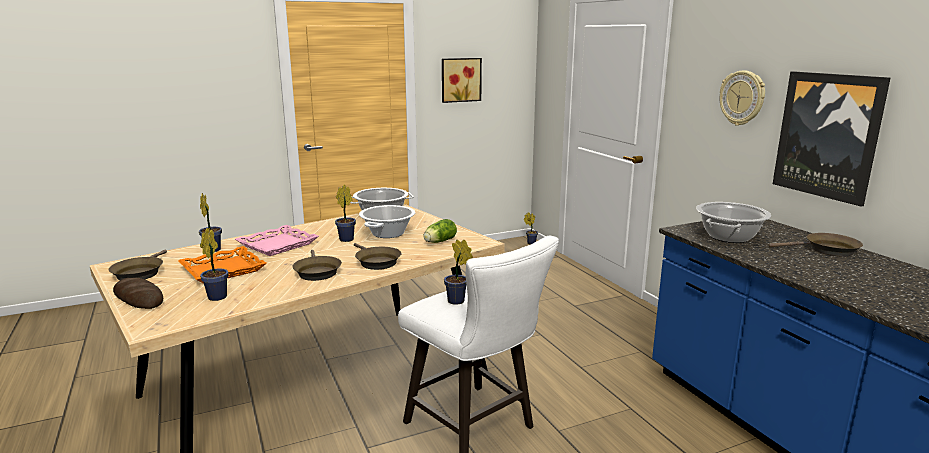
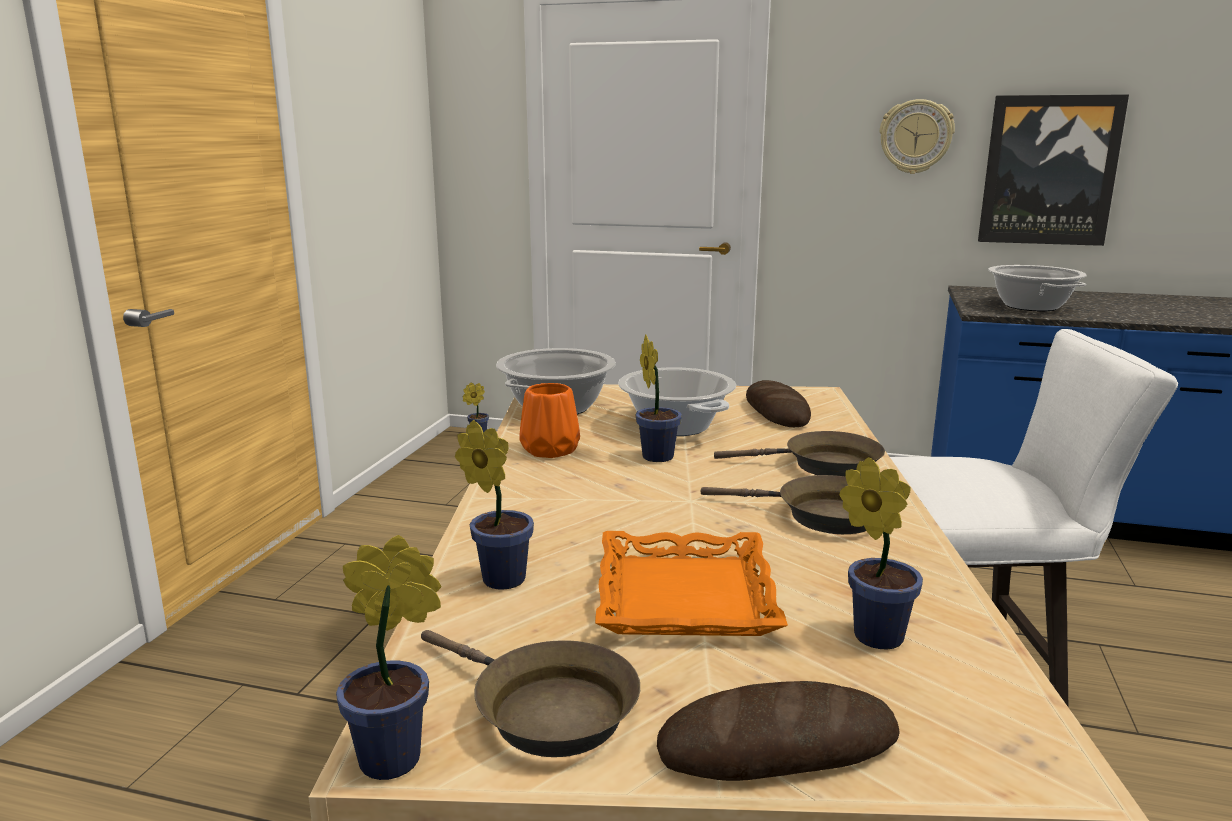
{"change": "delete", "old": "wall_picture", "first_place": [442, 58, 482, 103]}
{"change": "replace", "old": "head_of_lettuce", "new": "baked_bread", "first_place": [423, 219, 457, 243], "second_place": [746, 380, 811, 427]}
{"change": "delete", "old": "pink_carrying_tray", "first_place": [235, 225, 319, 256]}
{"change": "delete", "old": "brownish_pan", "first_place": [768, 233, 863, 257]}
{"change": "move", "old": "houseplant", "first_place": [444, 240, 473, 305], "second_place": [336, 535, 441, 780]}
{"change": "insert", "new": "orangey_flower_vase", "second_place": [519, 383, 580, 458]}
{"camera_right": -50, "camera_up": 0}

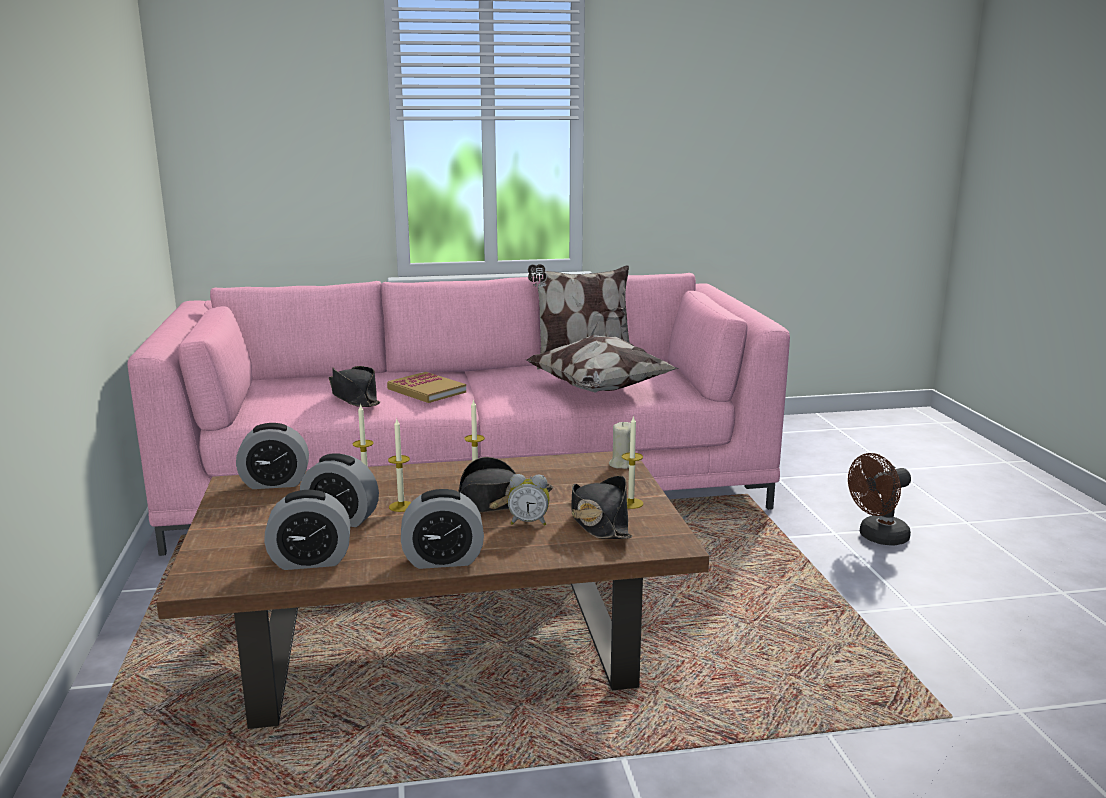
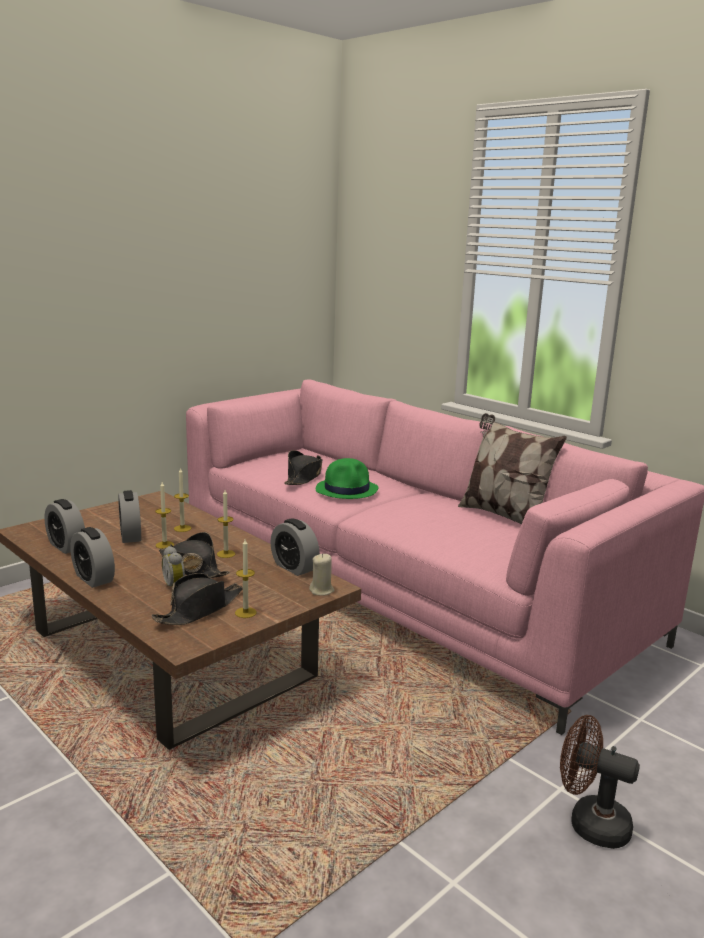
{"change": "delete", "old": "cushion", "first_place": [527, 335, 679, 393]}
{"change": "replace", "old": "book", "new": "green_clothing_hat", "first_place": [387, 372, 466, 403], "second_place": [316, 458, 378, 499]}
{"change": "move", "old": "table_clock", "first_place": [236, 423, 309, 489], "second_place": [270, 518, 320, 576]}
{"camera_right": 55, "camera_up": 0}

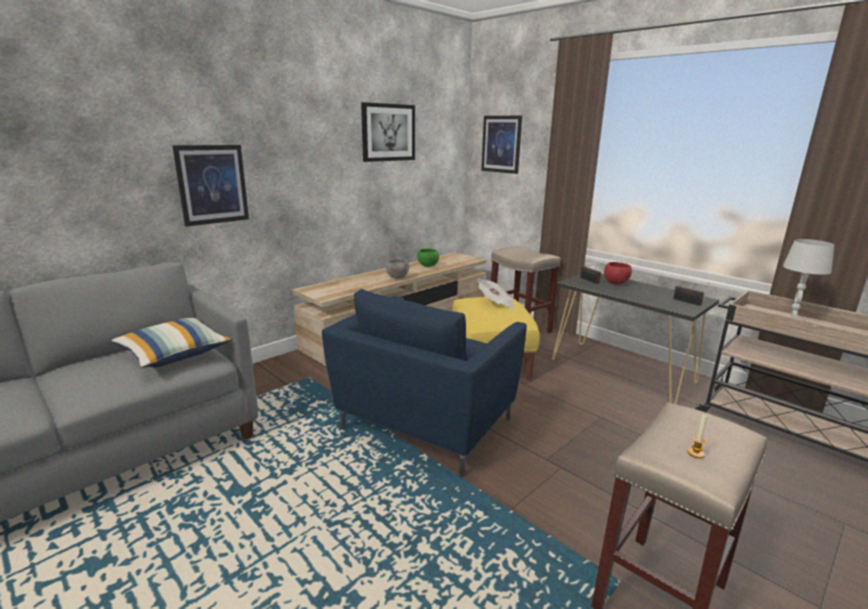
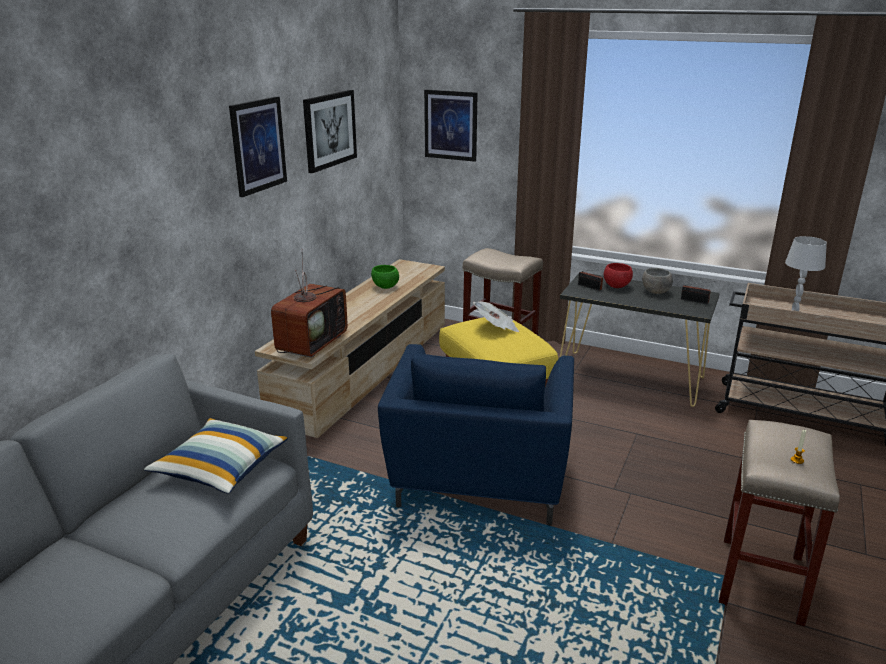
{"change": "move", "old": "wall_picture", "first_place": [172, 145, 249, 227], "second_place": [229, 96, 287, 197]}
{"change": "move", "old": "greyish_bowl", "first_place": [386, 259, 409, 279], "second_place": [642, 268, 673, 294]}
{"change": "insert", "new": "TV_set", "second_place": [271, 248, 348, 358]}
{"camera_right": -20, "camera_up": 5}

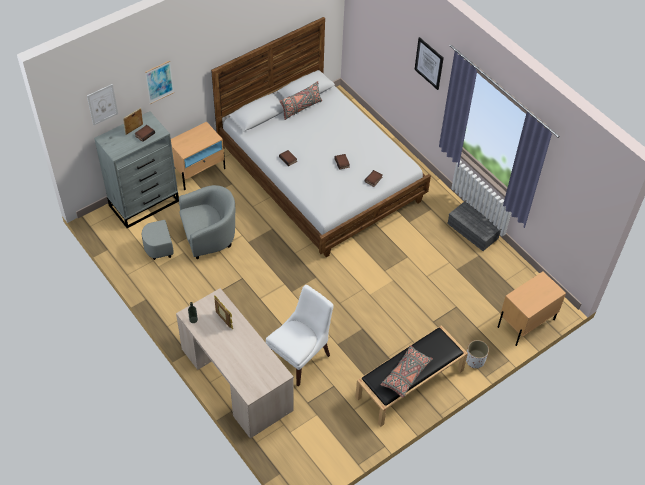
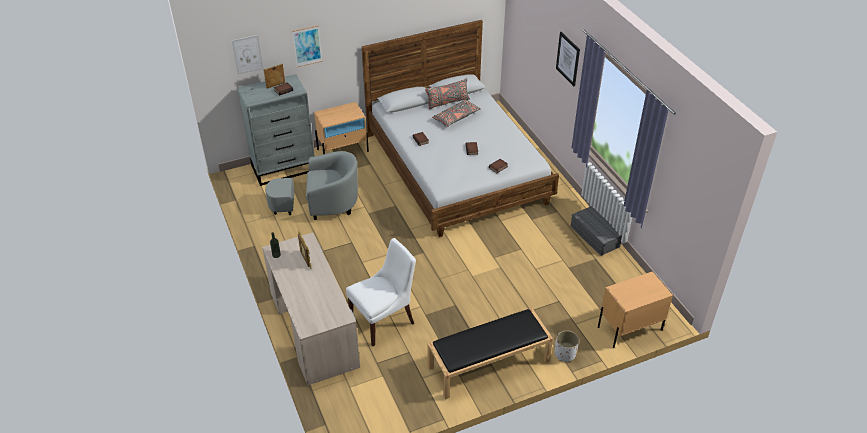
{"change": "move", "old": "greyish_cushion", "first_place": [381, 345, 433, 398], "second_place": [432, 99, 481, 127]}
{"camera_right": 15, "camera_up": -10}

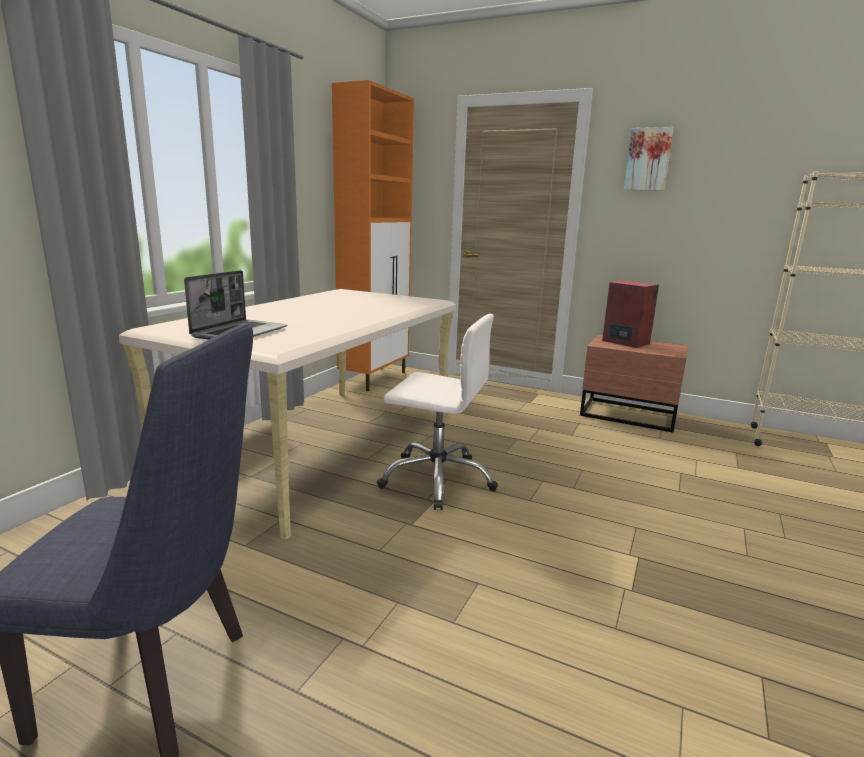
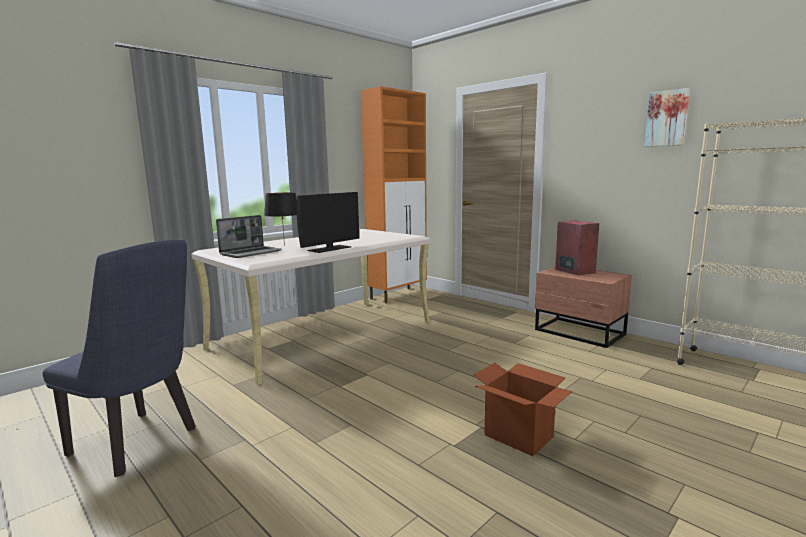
{"change": "move", "old": "wall_picture", "first_place": [624, 127, 674, 191], "second_place": [645, 88, 690, 147]}
{"change": "delete", "old": "white_computer_chair", "first_place": [377, 314, 498, 510]}
{"change": "insert", "new": "computer_screen", "second_place": [297, 192, 359, 253]}
{"change": "insert", "new": "black-coloured_lamp_for_a_table", "second_place": [264, 193, 297, 246]}
{"change": "insert", "new": "cardboard_box", "second_place": [474, 363, 573, 456]}
{"camera_right": 20, "camera_up": -5}

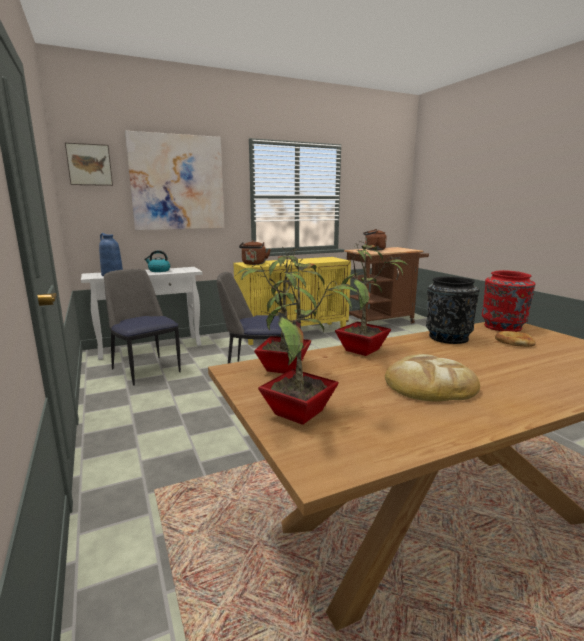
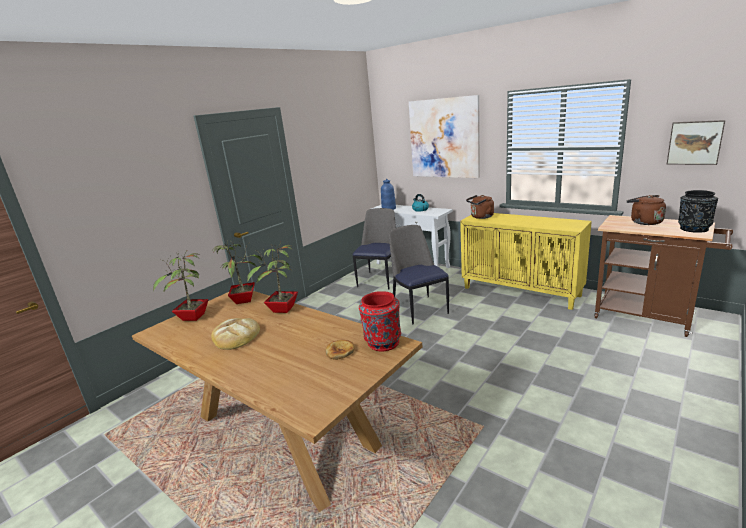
{"change": "move", "old": "wall_picture", "first_place": [65, 143, 113, 186], "second_place": [667, 120, 725, 165]}
{"change": "move", "old": "black-coloured_flower_vase", "first_place": [426, 276, 480, 344], "second_place": [678, 190, 718, 233]}
{"camera_right": 65, "camera_up": 5}

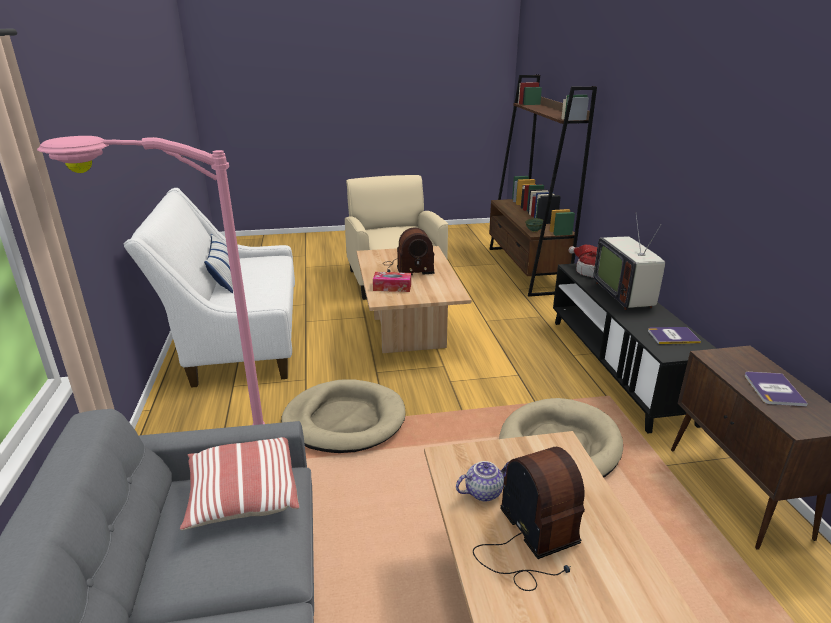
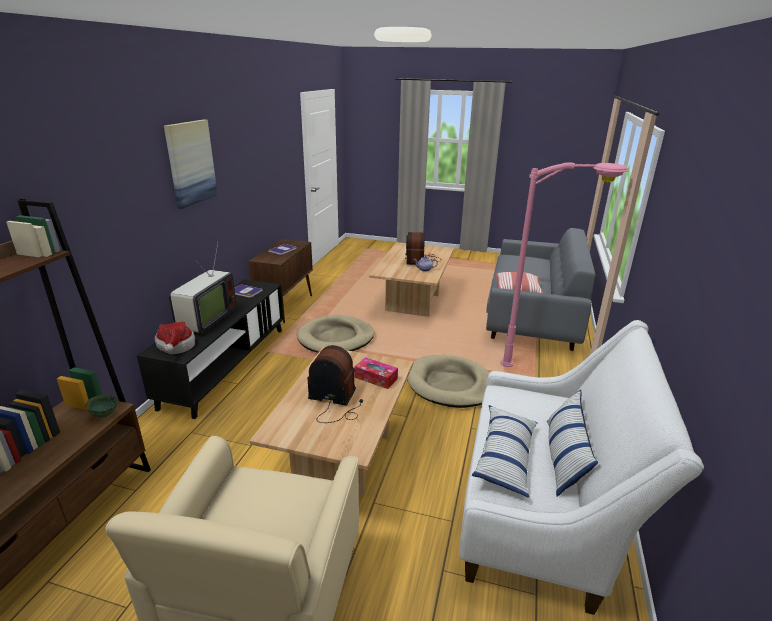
{"change": "insert", "new": "wall_picture", "second_place": [164, 120, 218, 209]}
{"change": "insert", "new": "cushion", "second_place": [472, 405, 537, 498]}
{"camera_right": -155, "camera_up": 0}

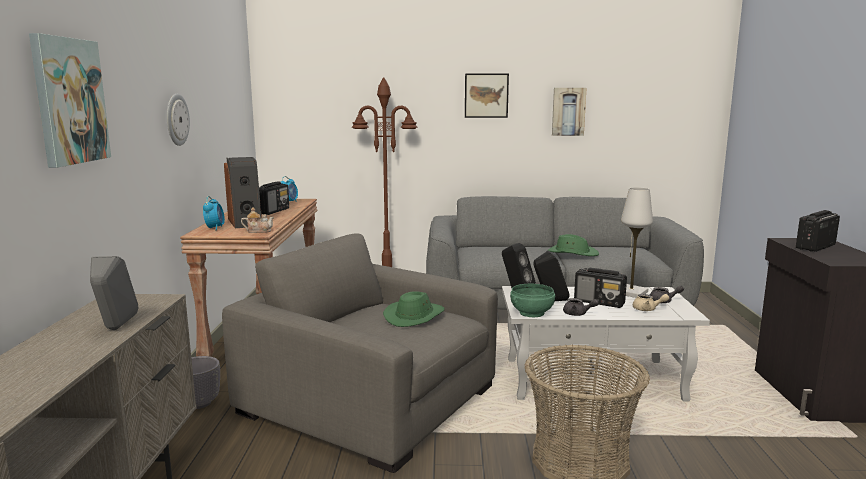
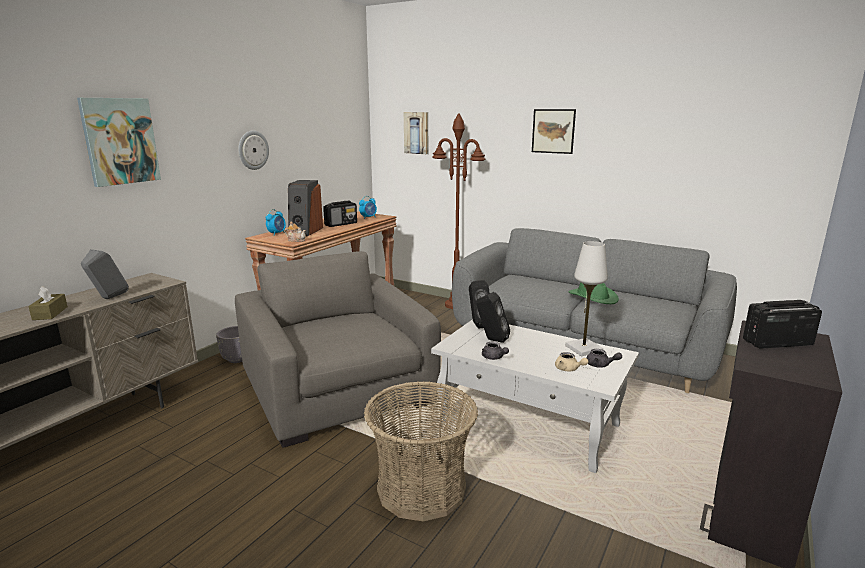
{"change": "move", "old": "wall_picture", "first_place": [552, 88, 586, 136], "second_place": [404, 112, 428, 154]}
{"change": "delete", "old": "radio", "first_place": [574, 268, 627, 308]}
{"change": "delete", "old": "green_bowl", "first_place": [510, 284, 555, 317]}
{"change": "delete", "old": "green_clothing_hat", "first_place": [383, 291, 445, 327]}
{"change": "insert", "new": "brownish_tissue_holder", "second_place": [28, 286, 68, 320]}
{"camera_right": 30, "camera_up": 5}

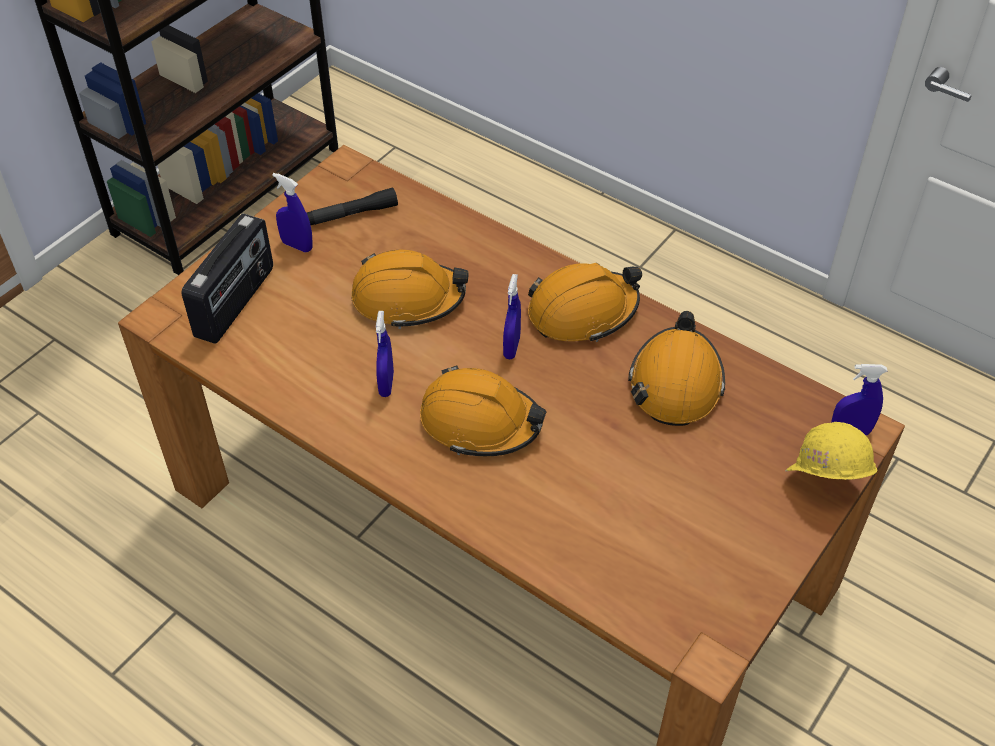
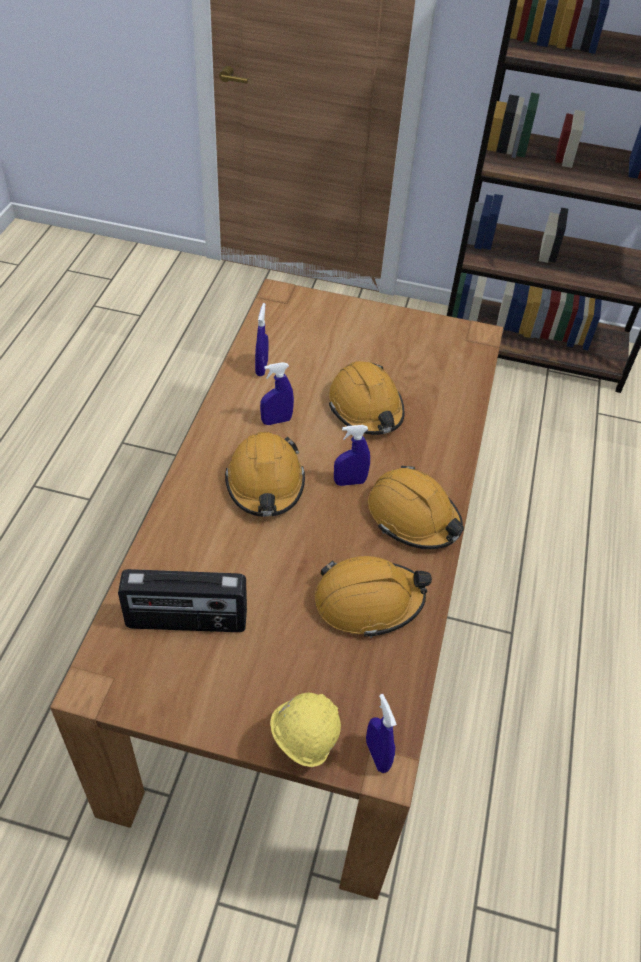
{"change": "move", "old": "blue_spray_bottle", "first_place": [272, 173, 313, 252], "second_place": [255, 303, 268, 376]}
{"change": "delete", "old": "black-coloured_flashlight", "first_place": [307, 187, 398, 225]}
{"change": "move", "old": "radio", "first_place": [181, 214, 273, 343], "second_place": [118, 569, 247, 632]}
{"camera_right": 65, "camera_up": 0}

